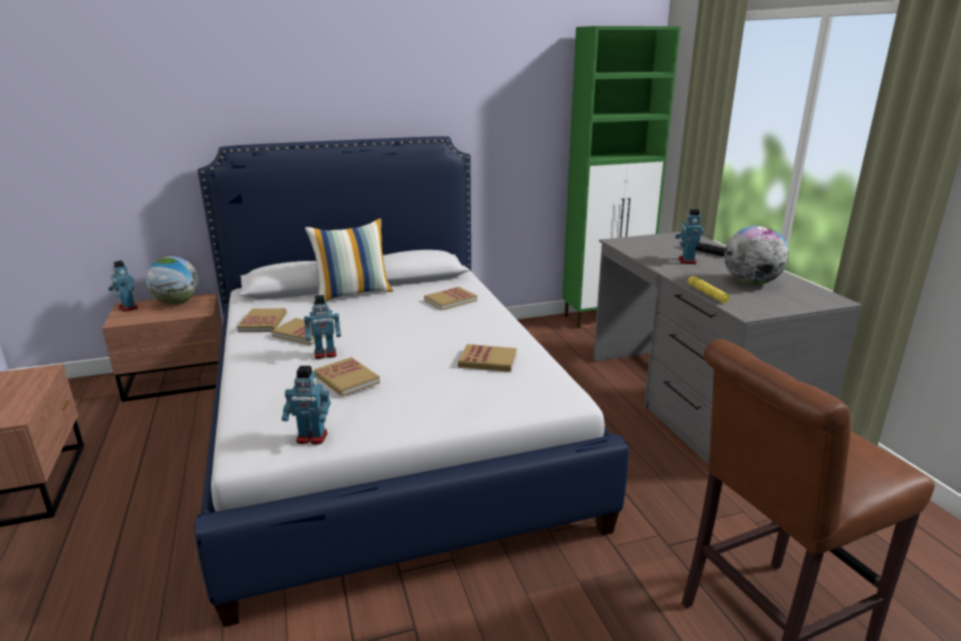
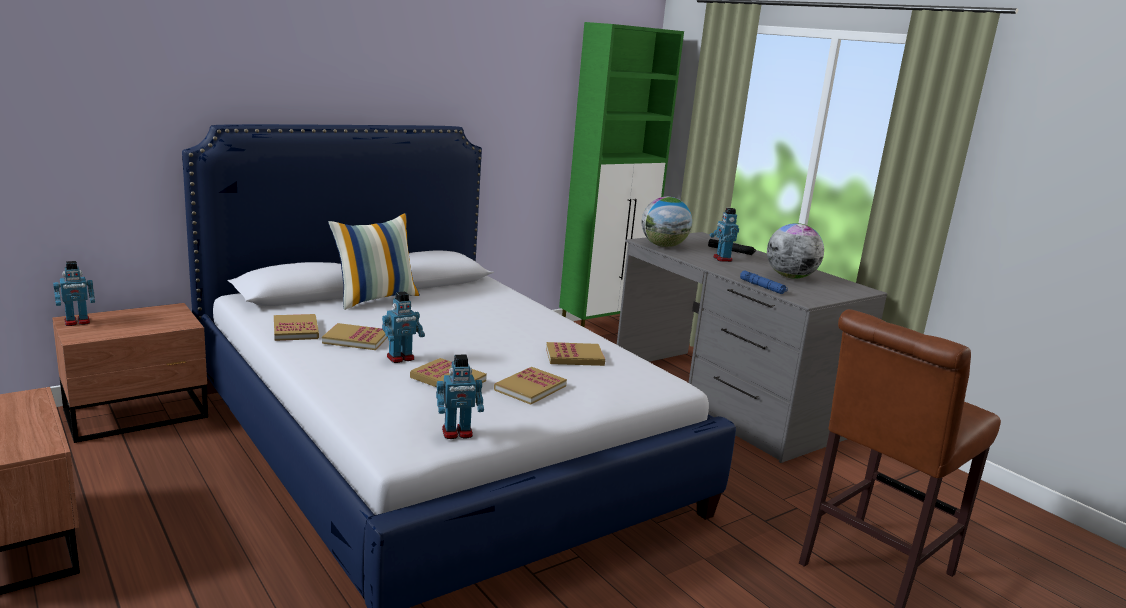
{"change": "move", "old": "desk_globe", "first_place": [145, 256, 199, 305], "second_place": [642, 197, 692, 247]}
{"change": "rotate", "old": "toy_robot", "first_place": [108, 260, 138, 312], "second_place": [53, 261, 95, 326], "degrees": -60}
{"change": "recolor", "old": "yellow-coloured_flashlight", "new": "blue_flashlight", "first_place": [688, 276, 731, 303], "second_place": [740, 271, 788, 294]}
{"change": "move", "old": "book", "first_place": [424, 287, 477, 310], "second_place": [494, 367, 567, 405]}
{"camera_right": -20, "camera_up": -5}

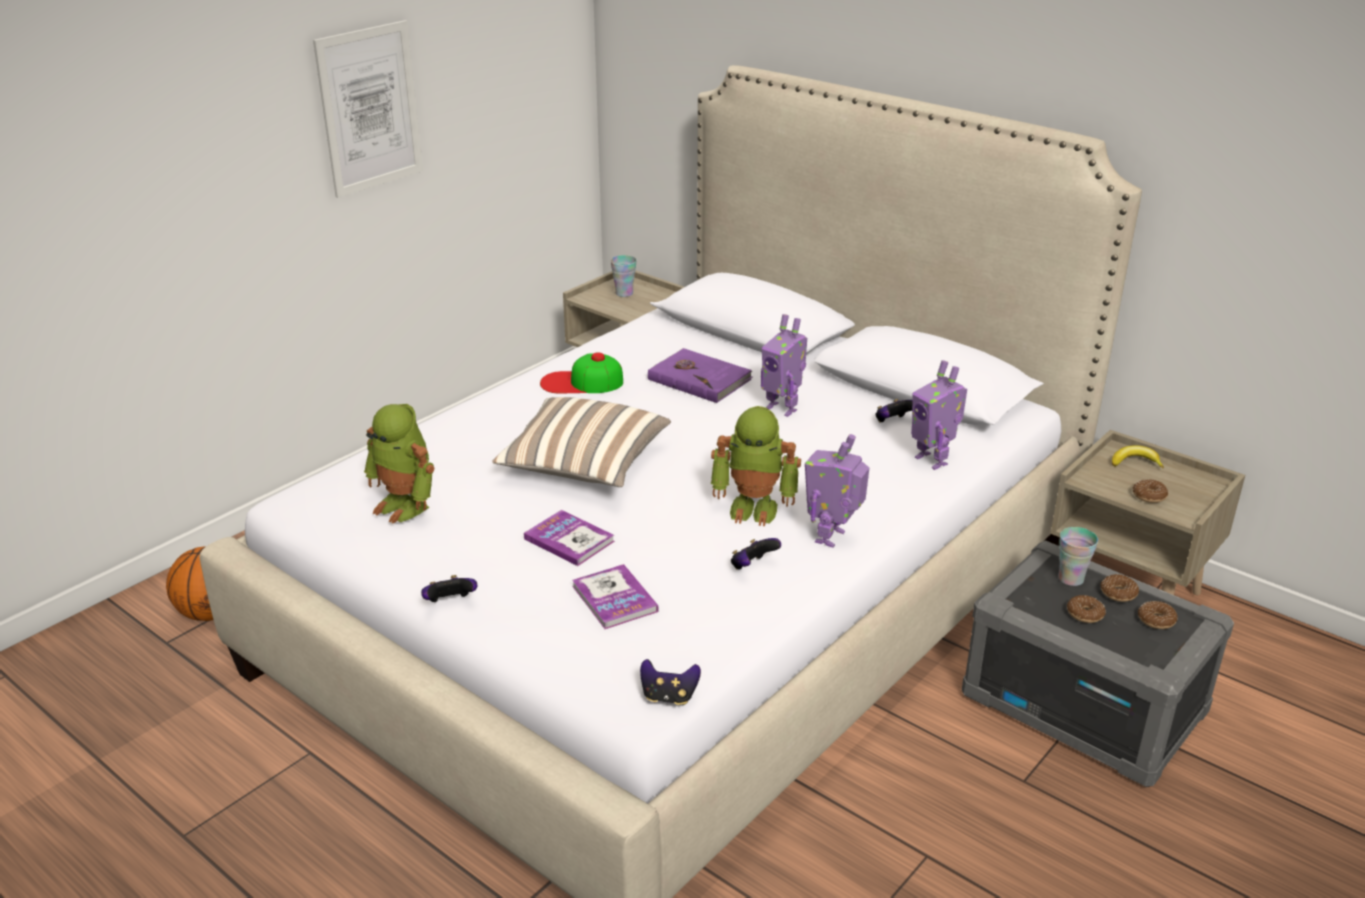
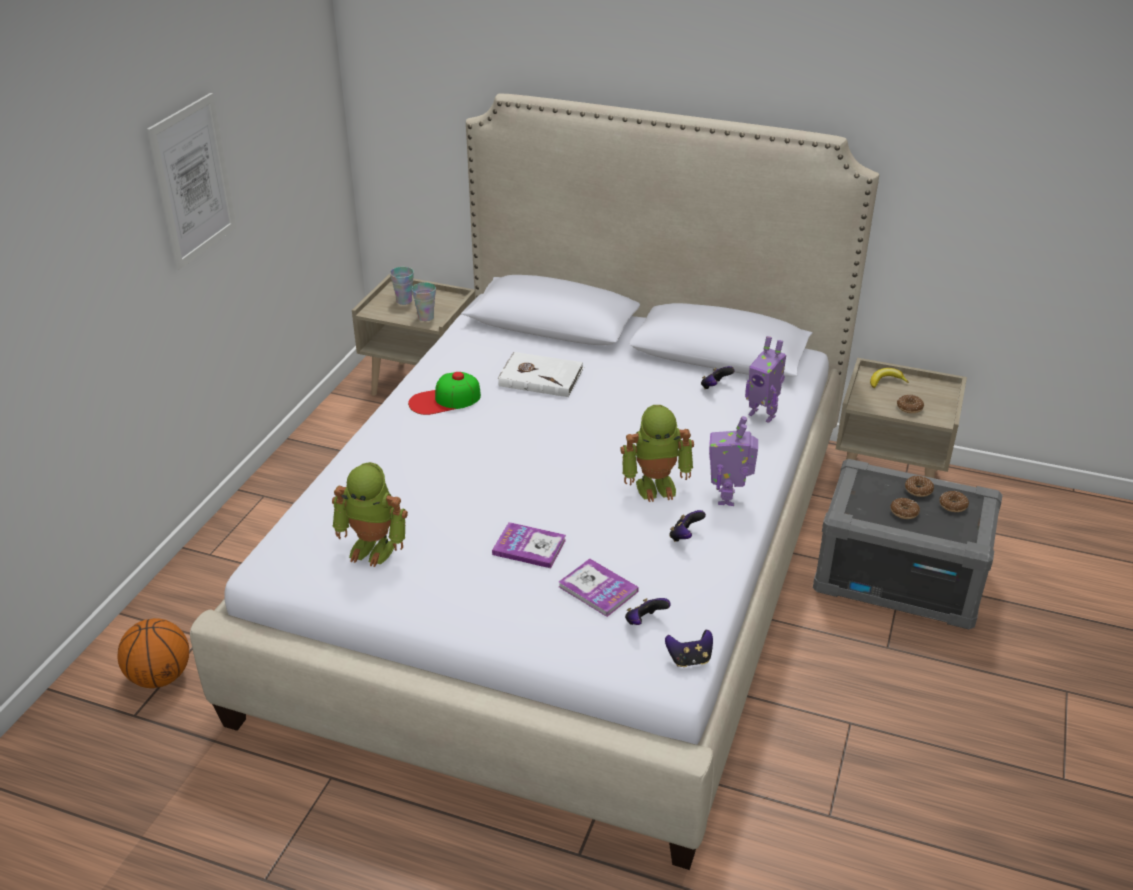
{"change": "delete", "old": "toy_robot", "first_place": [761, 314, 807, 417]}
{"change": "recolor", "old": "purplish_book", "new": "white_book", "first_place": [648, 348, 752, 403], "second_place": [498, 352, 584, 397]}
{"change": "delete", "old": "cushion", "first_place": [492, 397, 671, 487]}
{"change": "move", "old": "small_cup", "first_place": [1058, 527, 1098, 586], "second_place": [412, 282, 436, 321]}
{"change": "move", "old": "joypad", "first_place": [421, 575, 477, 602], "second_place": [625, 598, 671, 625]}
{"camera_right": -20, "camera_up": 5}

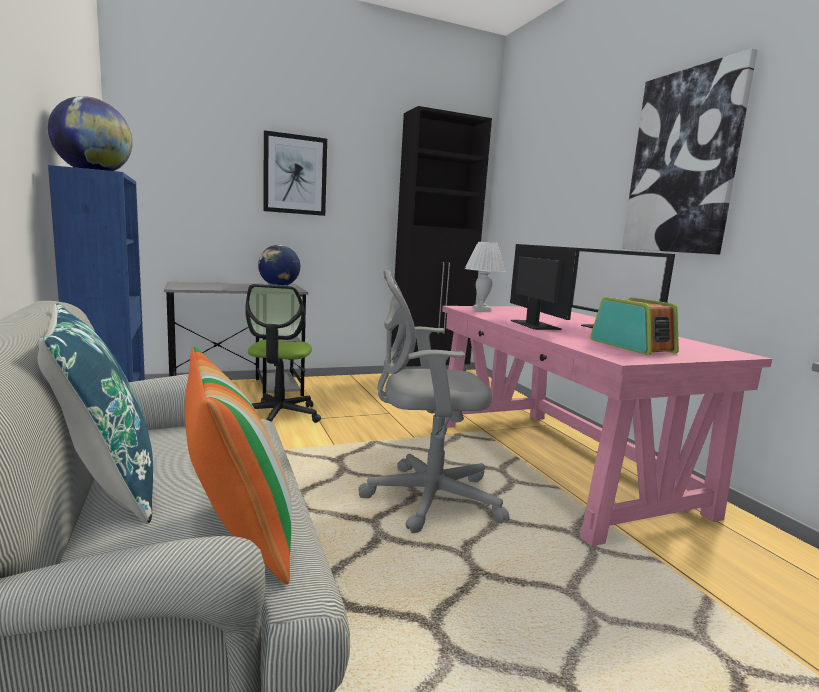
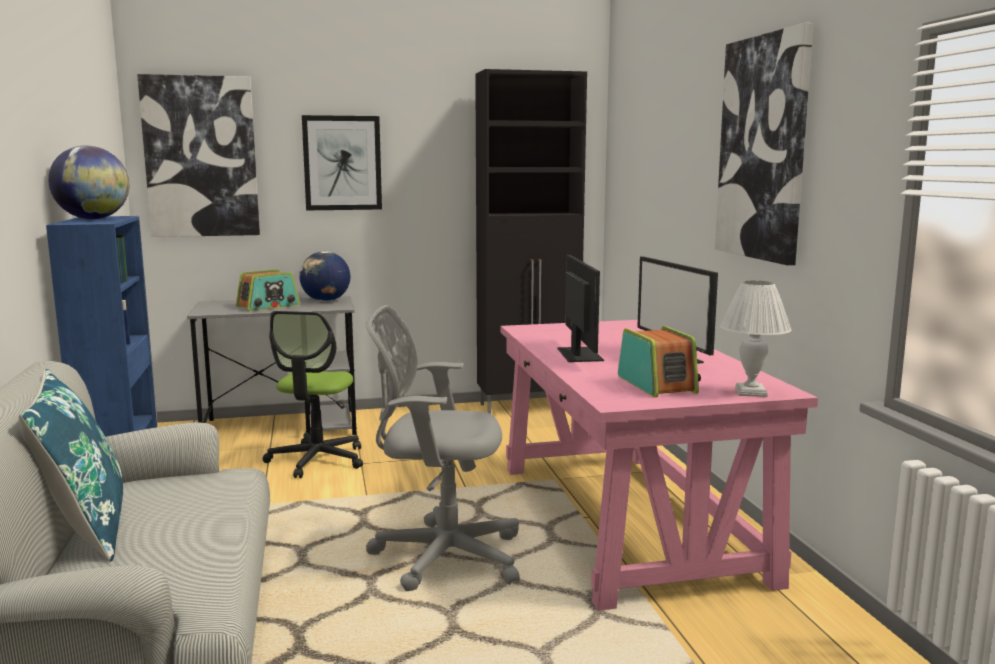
{"change": "move", "old": "white_lamp_for_a_table", "first_place": [465, 242, 506, 312], "second_place": [720, 280, 791, 397]}
{"change": "delete", "old": "cushion", "first_place": [184, 347, 292, 585]}
{"change": "insert", "new": "wall_picture", "second_place": [137, 74, 260, 237]}
{"change": "insert", "new": "radio", "second_place": [236, 269, 300, 311]}
{"camera_right": 10, "camera_up": 0}

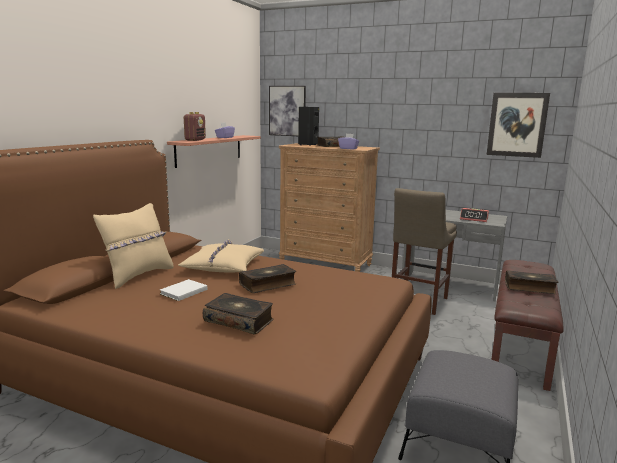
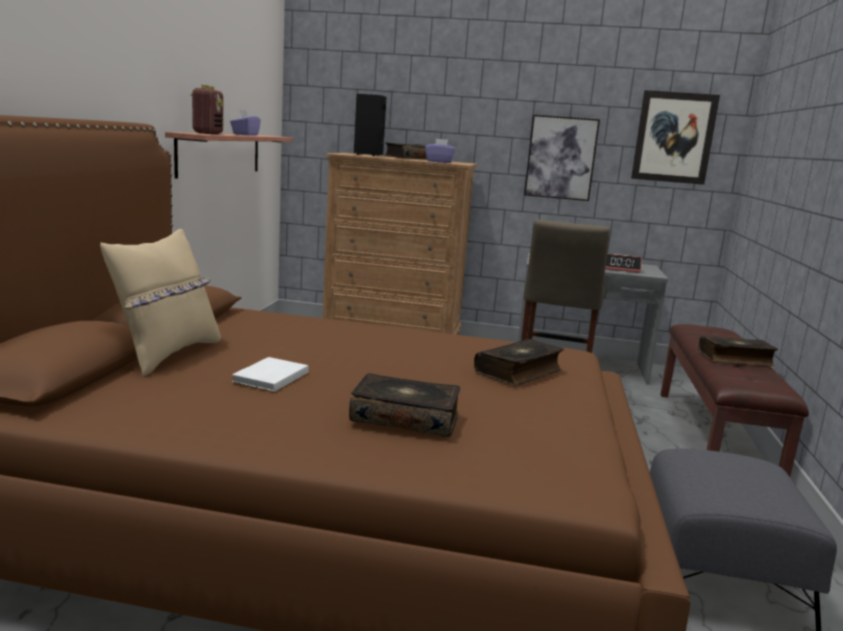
{"change": "move", "old": "wall_picture", "first_place": [269, 86, 306, 136], "second_place": [524, 115, 600, 201]}
{"change": "delete", "old": "beige_cushion", "first_place": [178, 239, 264, 273]}
{"change": "move", "old": "book", "first_place": [239, 264, 296, 293], "second_place": [474, 339, 564, 386]}
{"camera_right": -15, "camera_up": 0}

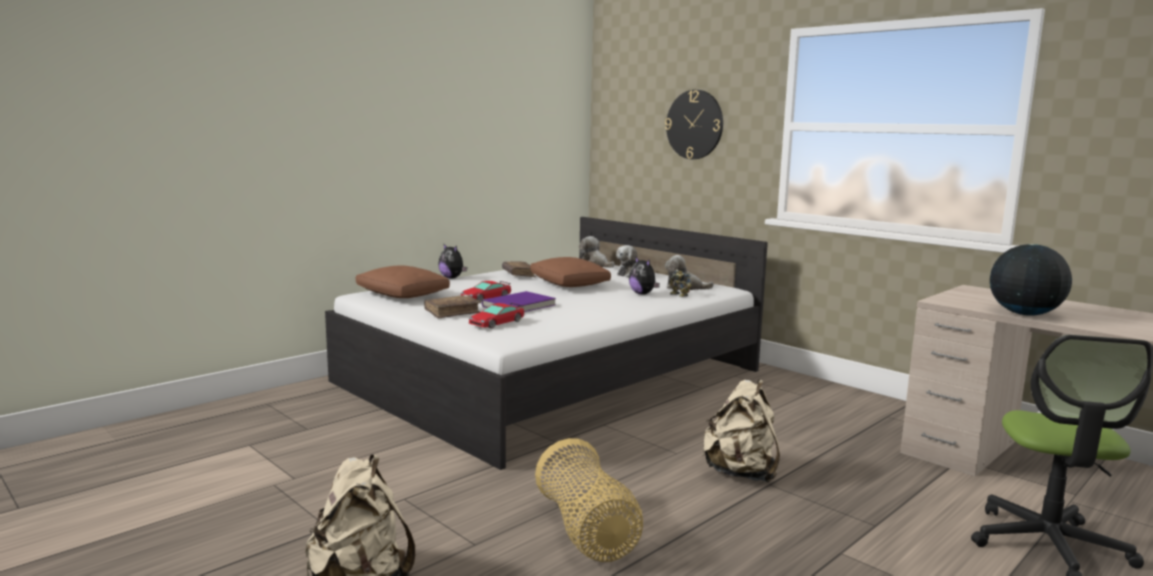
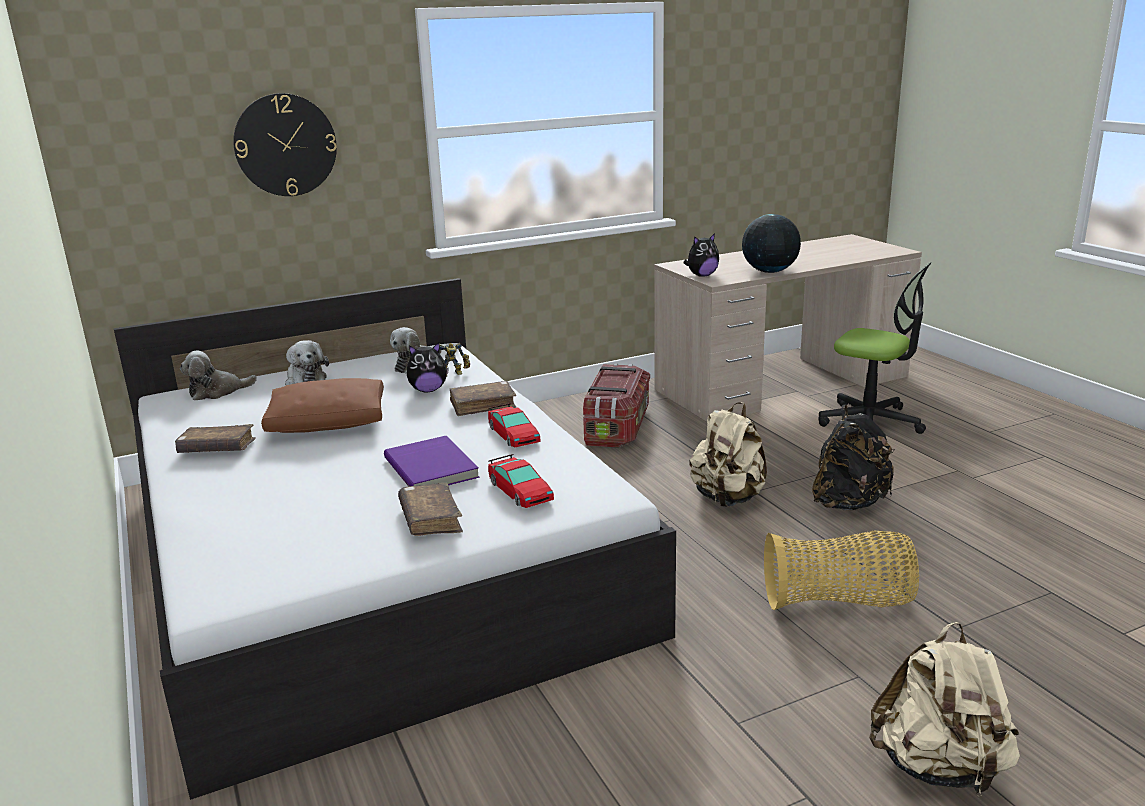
{"change": "move", "old": "soft_toy", "first_place": [438, 243, 467, 278], "second_place": [684, 233, 719, 277]}
{"change": "delete", "old": "brownish_cushion", "first_place": [356, 265, 450, 298]}
{"change": "move", "old": "miniature_car", "first_place": [461, 281, 511, 302], "second_place": [488, 403, 541, 447]}
{"change": "insert", "new": "storage_container", "second_place": [583, 364, 650, 448]}
{"change": "insert", "new": "brownish_book", "second_place": [450, 381, 516, 416]}
{"change": "insert", "new": "black-coloured_backpack", "second_place": [812, 405, 895, 510]}
{"camera_right": -70, "camera_up": 10}

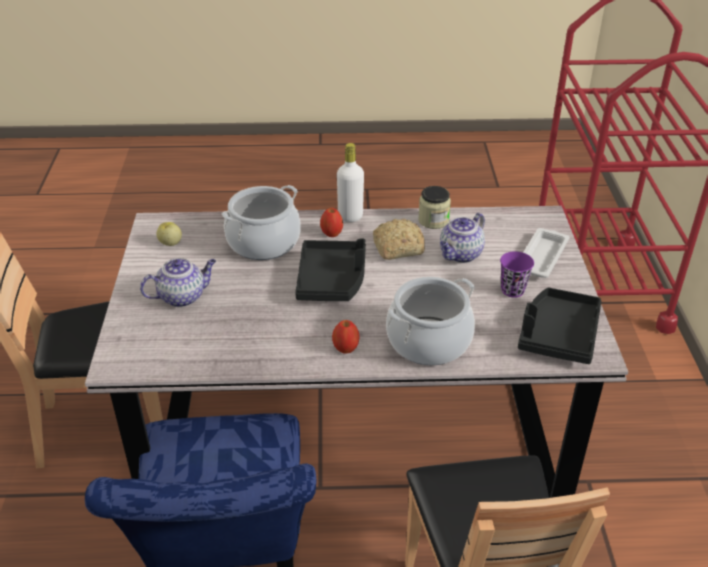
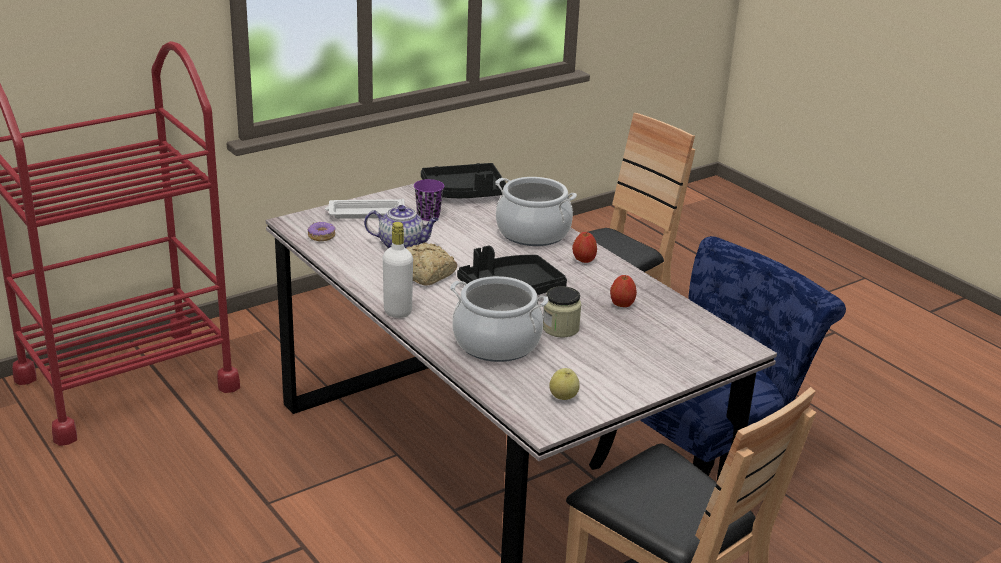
{"change": "move", "old": "storage_jar", "first_place": [418, 186, 451, 229], "second_place": [543, 286, 582, 337]}
{"change": "move", "old": "apple_fruit", "first_place": [320, 208, 343, 237], "second_place": [610, 275, 637, 307]}
{"change": "delete", "old": "teapot", "first_place": [140, 258, 216, 307]}
{"change": "insert", "new": "donut", "second_place": [307, 222, 335, 241]}
{"camera_right": -125, "camera_up": -10}

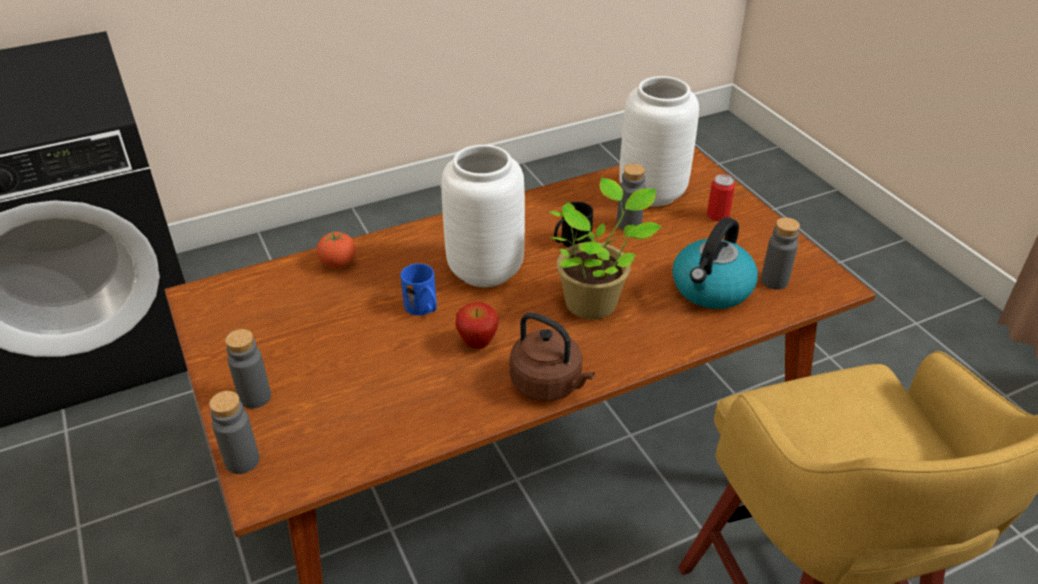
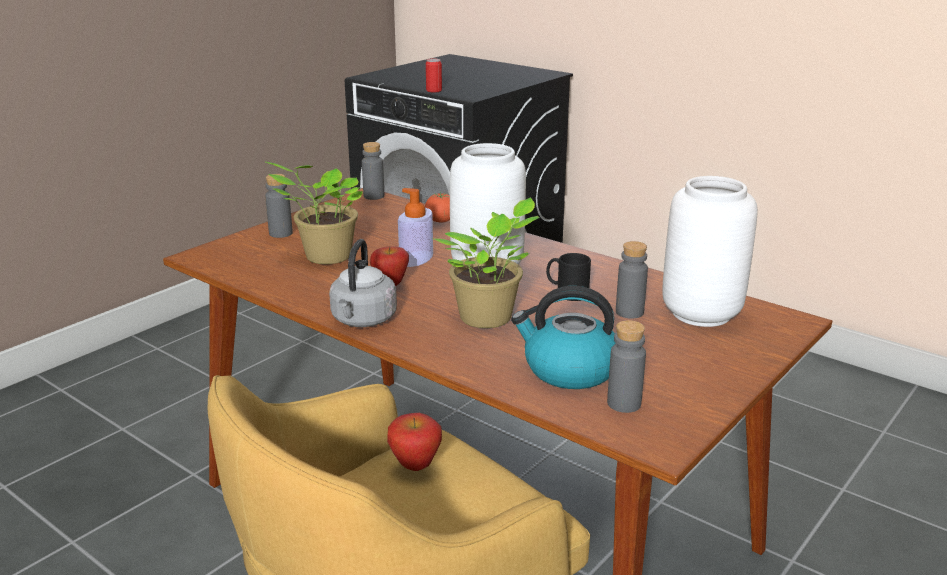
{"change": "move", "old": "sealed_can", "first_place": [707, 174, 735, 222], "second_place": [426, 58, 442, 92]}
{"change": "replace", "old": "blue_mug", "new": "soap_dispenser", "first_place": [401, 263, 437, 315], "second_place": [398, 188, 433, 267]}
{"change": "recolor", "old": "brownish_water_kettle", "new": "greyish_water_kettle", "first_place": [510, 312, 595, 401], "second_place": [329, 239, 397, 327]}
{"change": "move", "old": "greyish_beverage_bottle", "first_place": [209, 391, 260, 474], "second_place": [362, 142, 384, 200]}
{"change": "insert", "new": "houseplant", "second_place": [266, 162, 363, 264]}
{"change": "insert", "new": "apple_fruit", "second_place": [387, 413, 442, 471]}
{"camera_right": 65, "camera_up": -15}

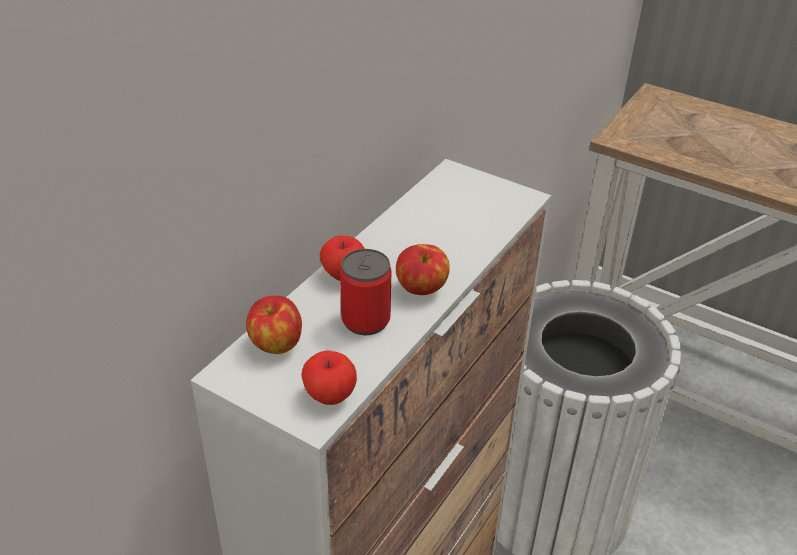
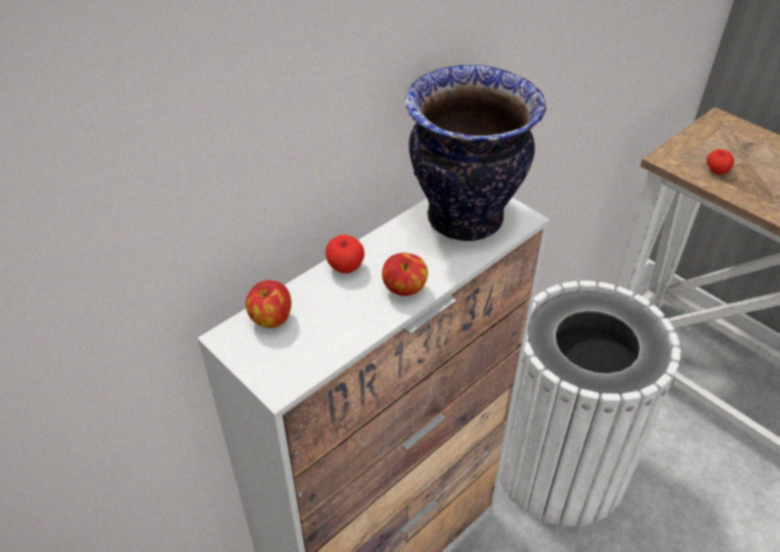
{"change": "delete", "old": "sealed_can", "first_place": [340, 249, 391, 335]}
{"change": "move", "old": "apple_fruit", "first_place": [301, 350, 357, 405], "second_place": [707, 149, 734, 175]}
{"change": "insert", "new": "flower_vase", "second_place": [405, 65, 546, 241]}
{"camera_right": 15, "camera_up": 5}

